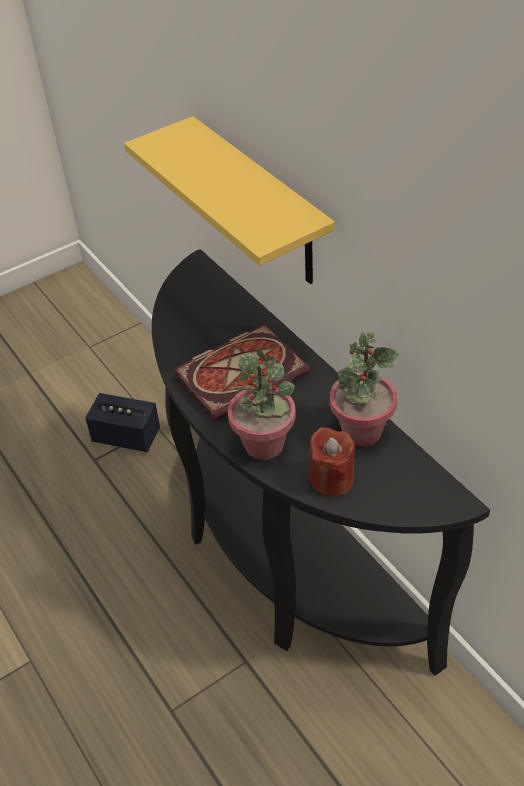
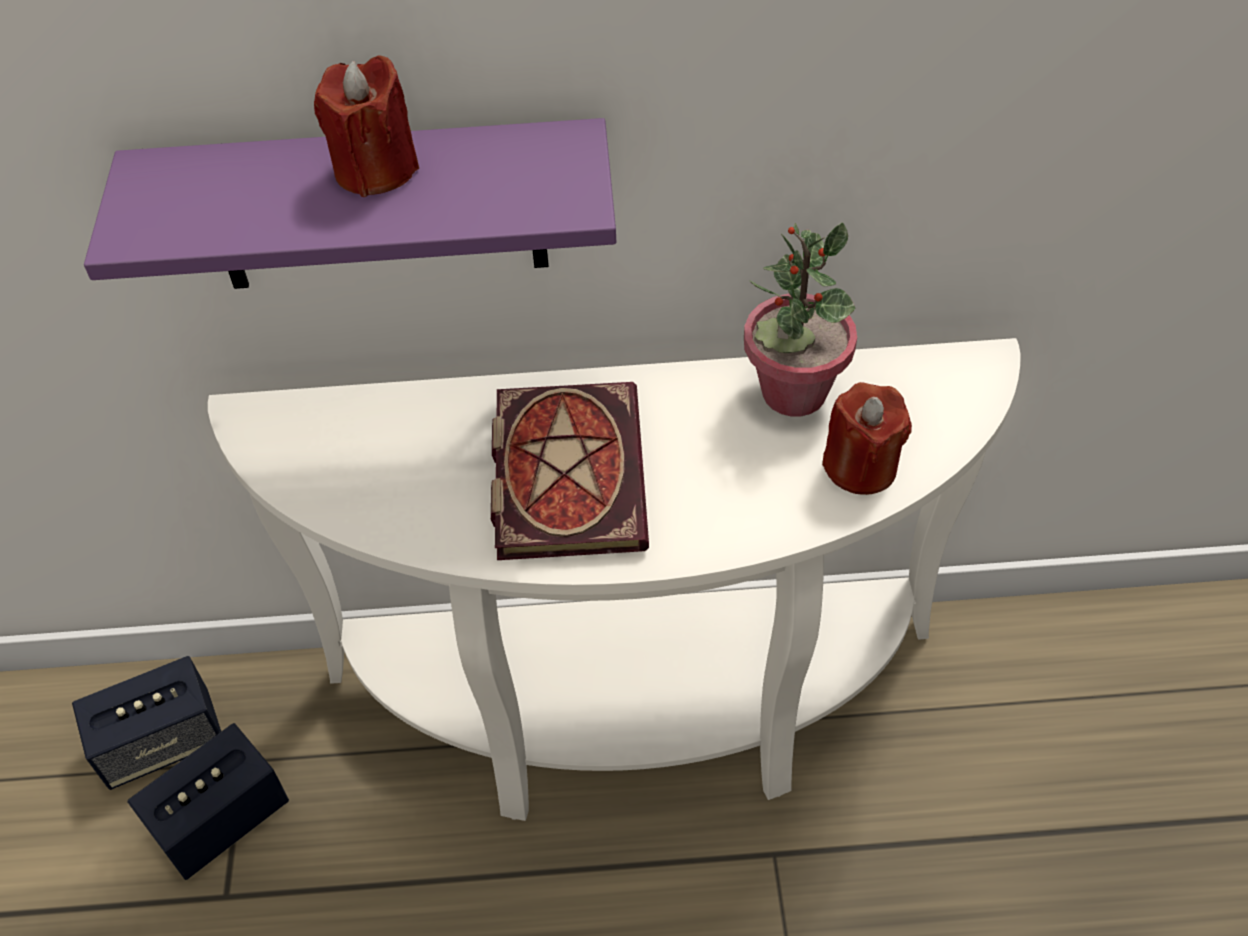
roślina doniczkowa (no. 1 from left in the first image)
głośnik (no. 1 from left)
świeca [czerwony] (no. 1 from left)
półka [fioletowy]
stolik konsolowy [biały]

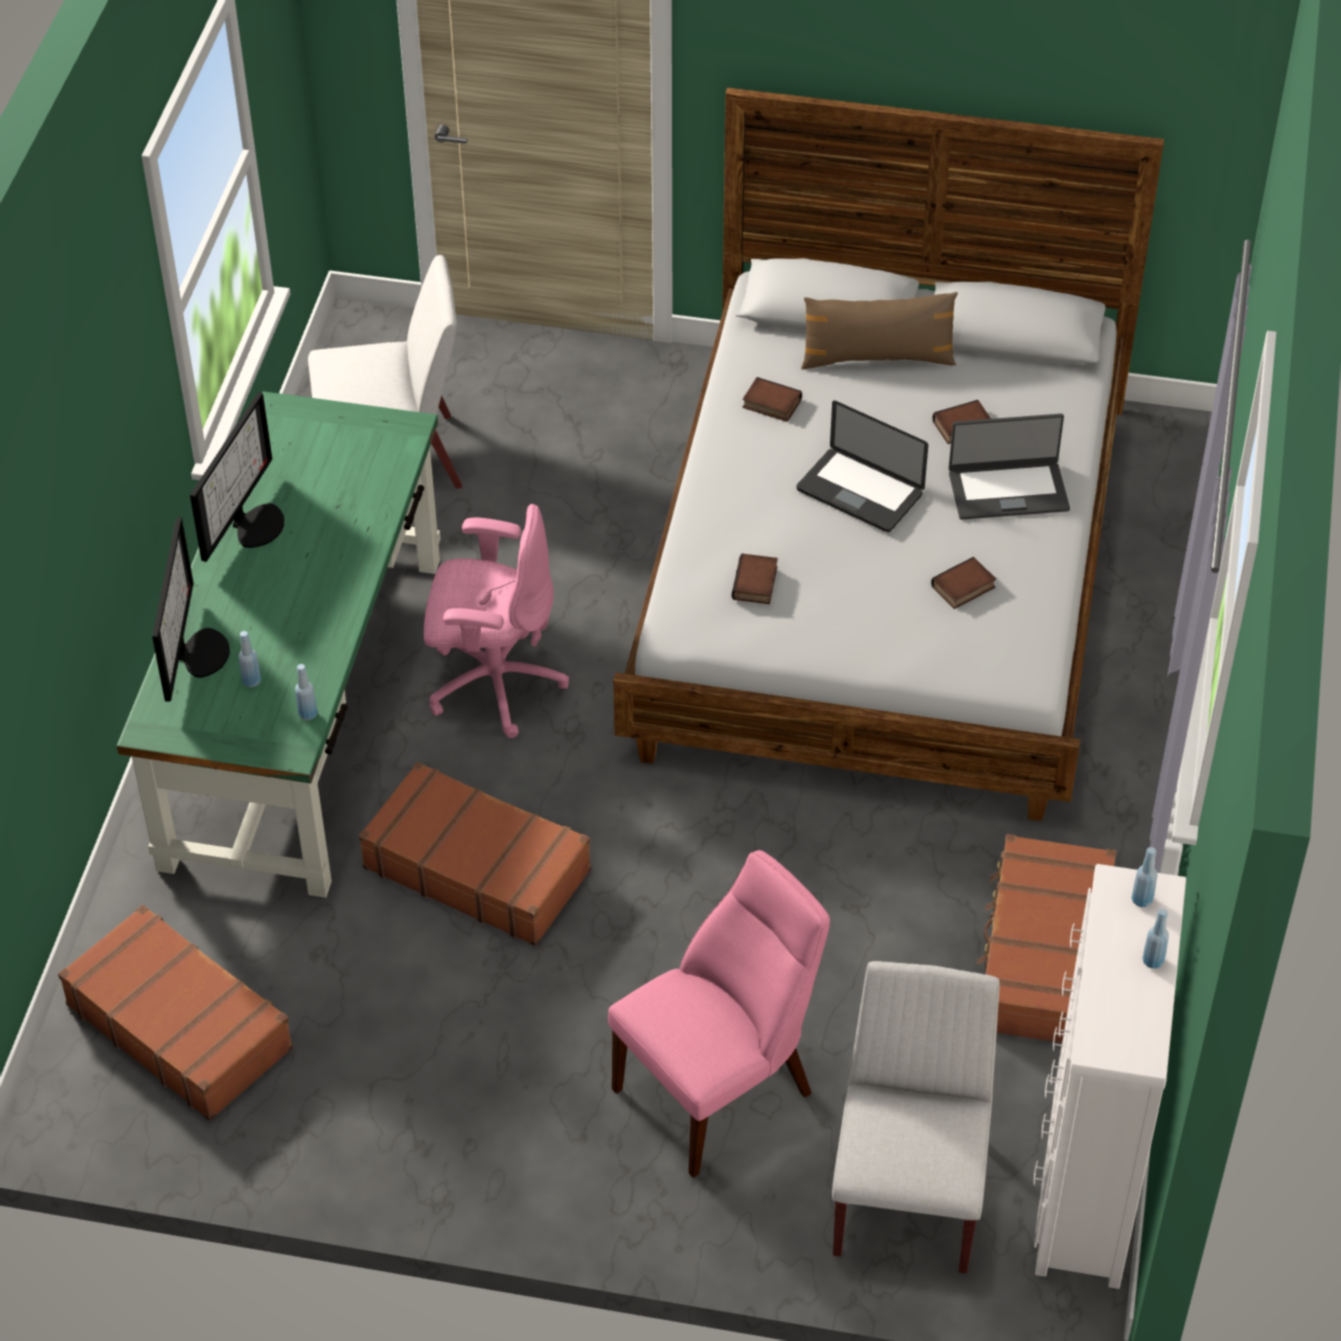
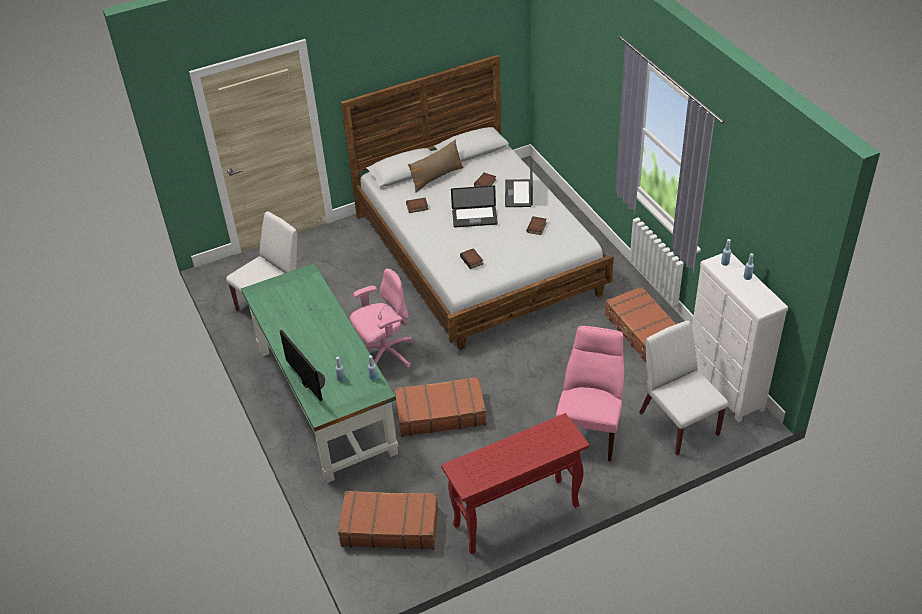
monitor (no. 2 from left in the first image)
stolik konsolowy [czerwony]
laptop (no. 2 from left)

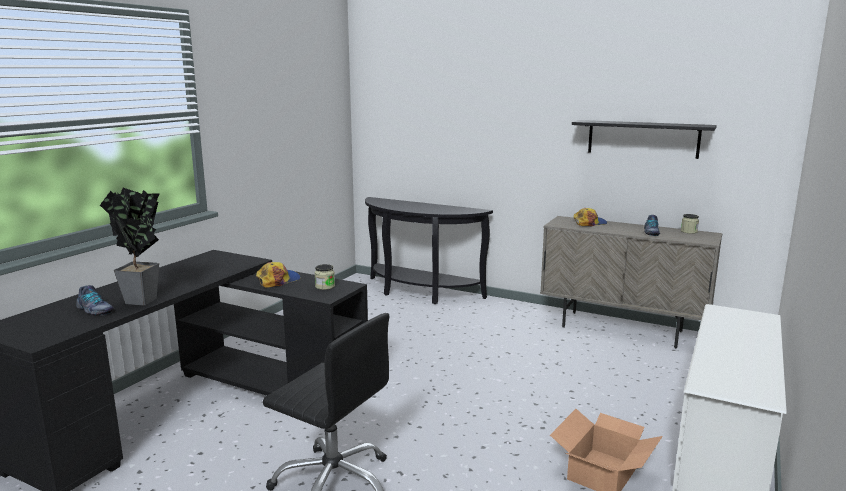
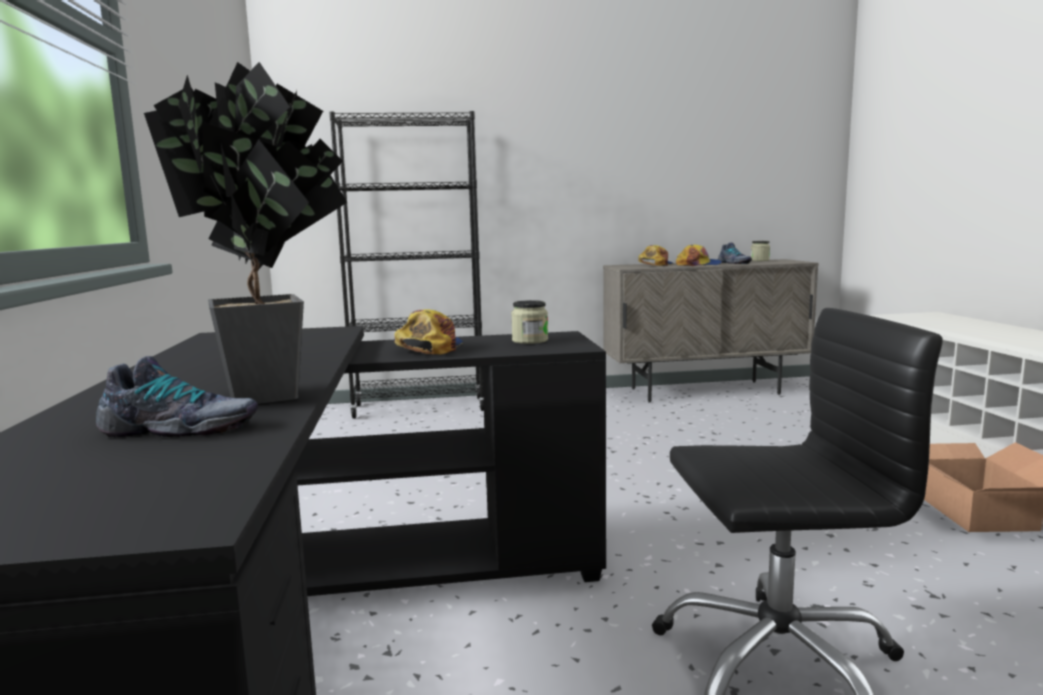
półka [czarny]
czapka z daszkiem (no. 3 from left)
regał [czarny]

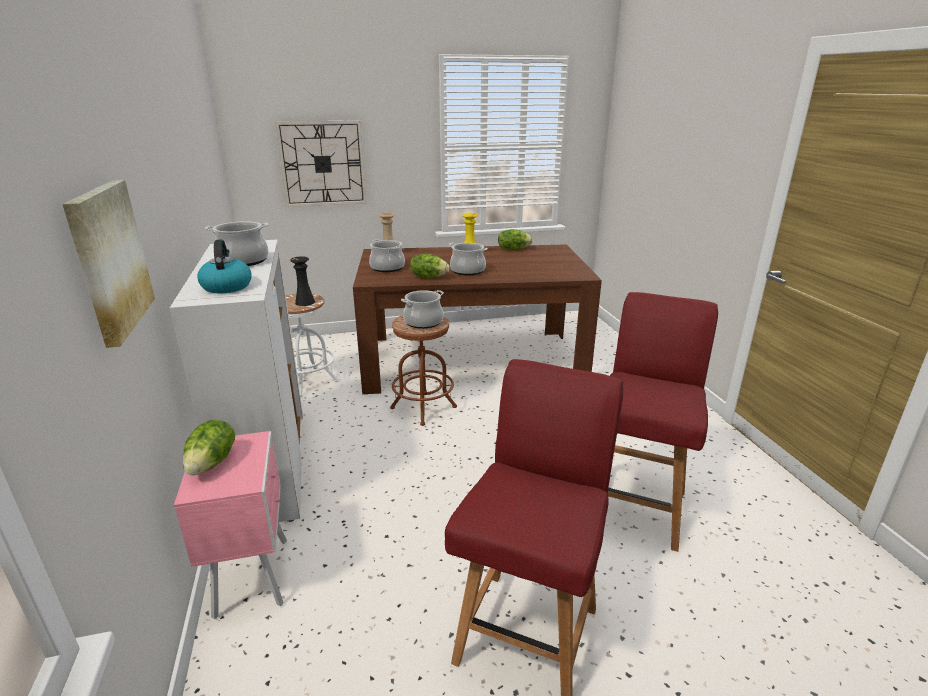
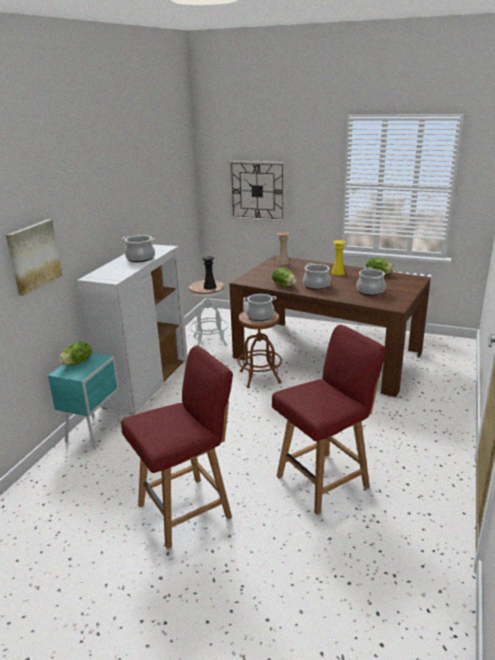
czajnik
garnek (no. 4 from left)
szafka nocna [turkusowy]

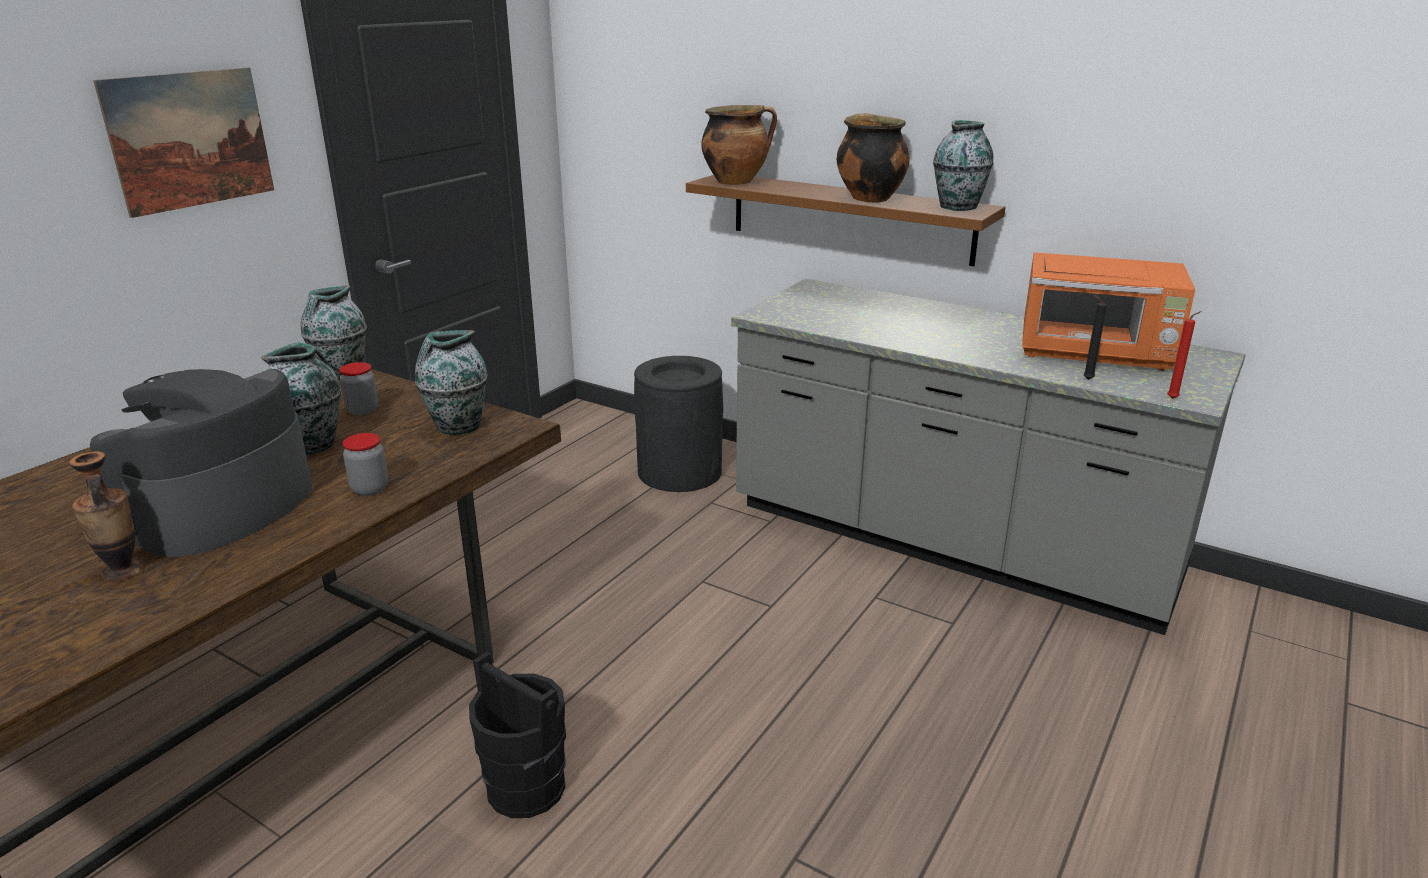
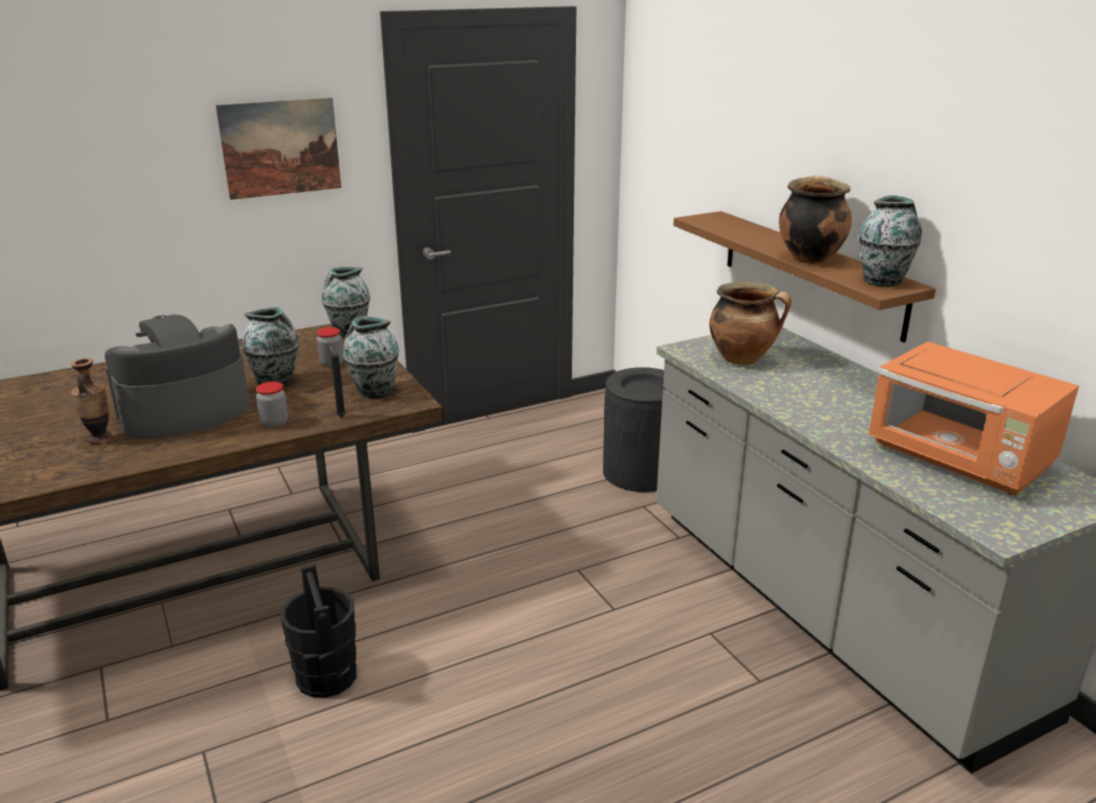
świeca [czerwony]
garnek (no. 1 from left)
świeca [czarny]

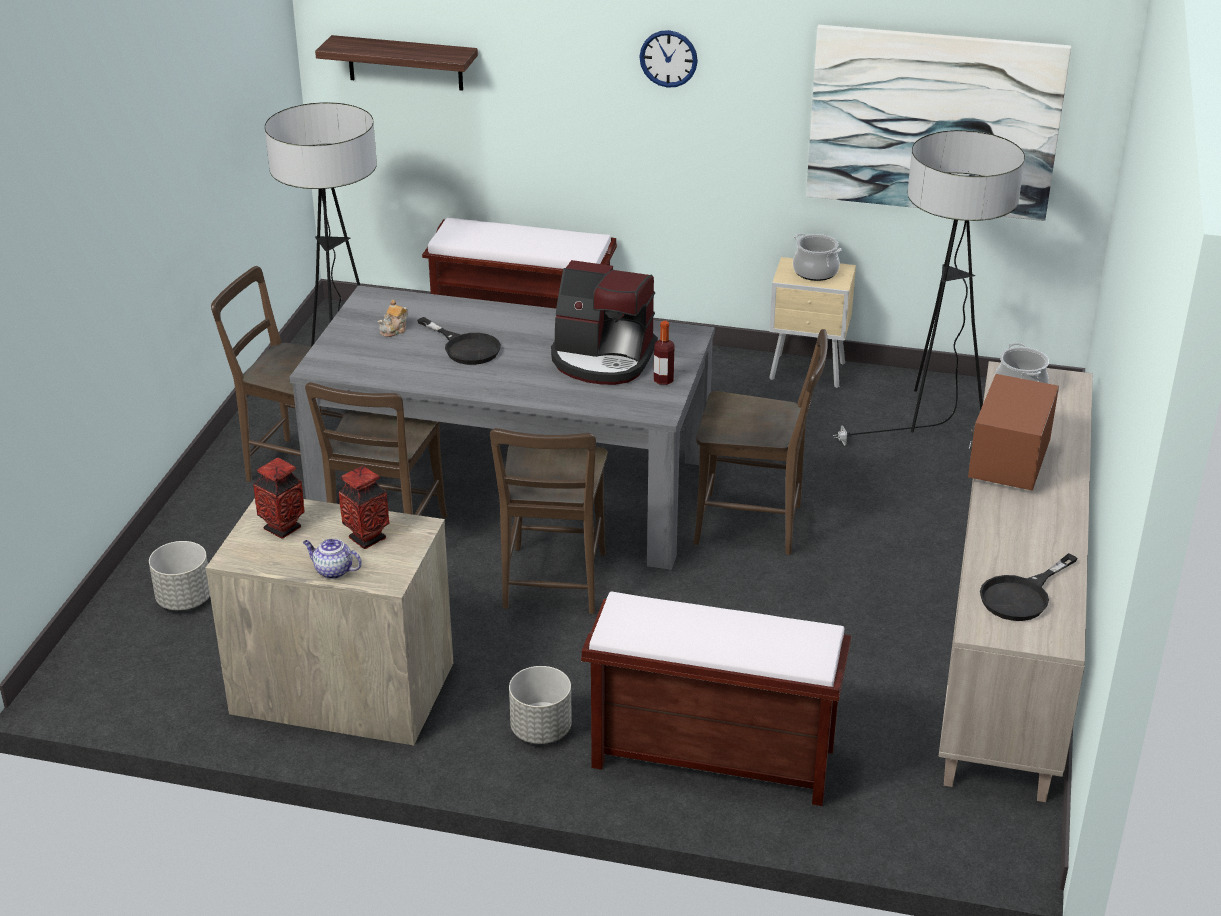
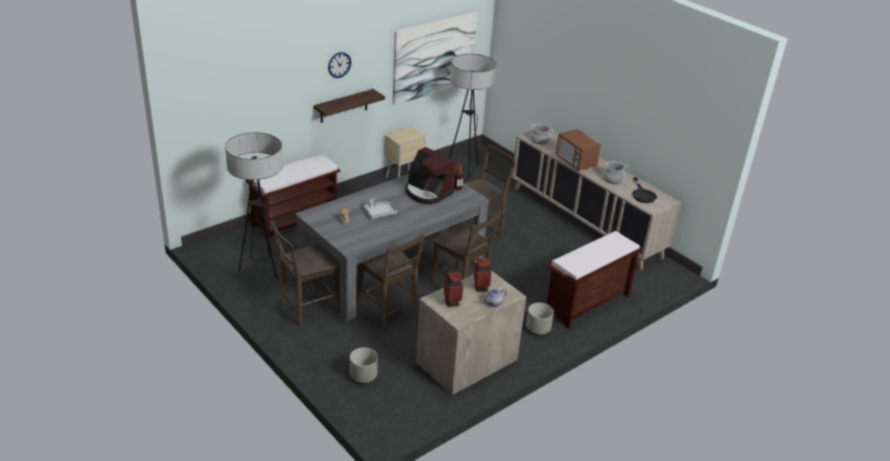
półka
garnek (no. 2 from left)
taca [szary]
ekspres do kawy

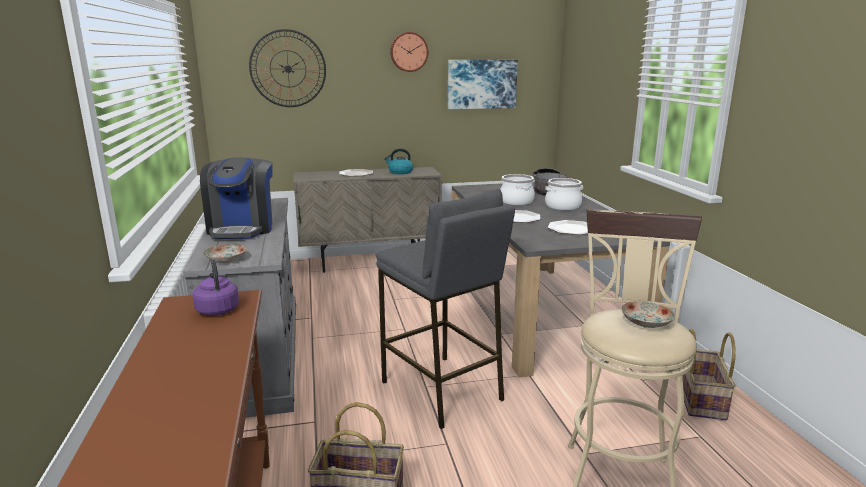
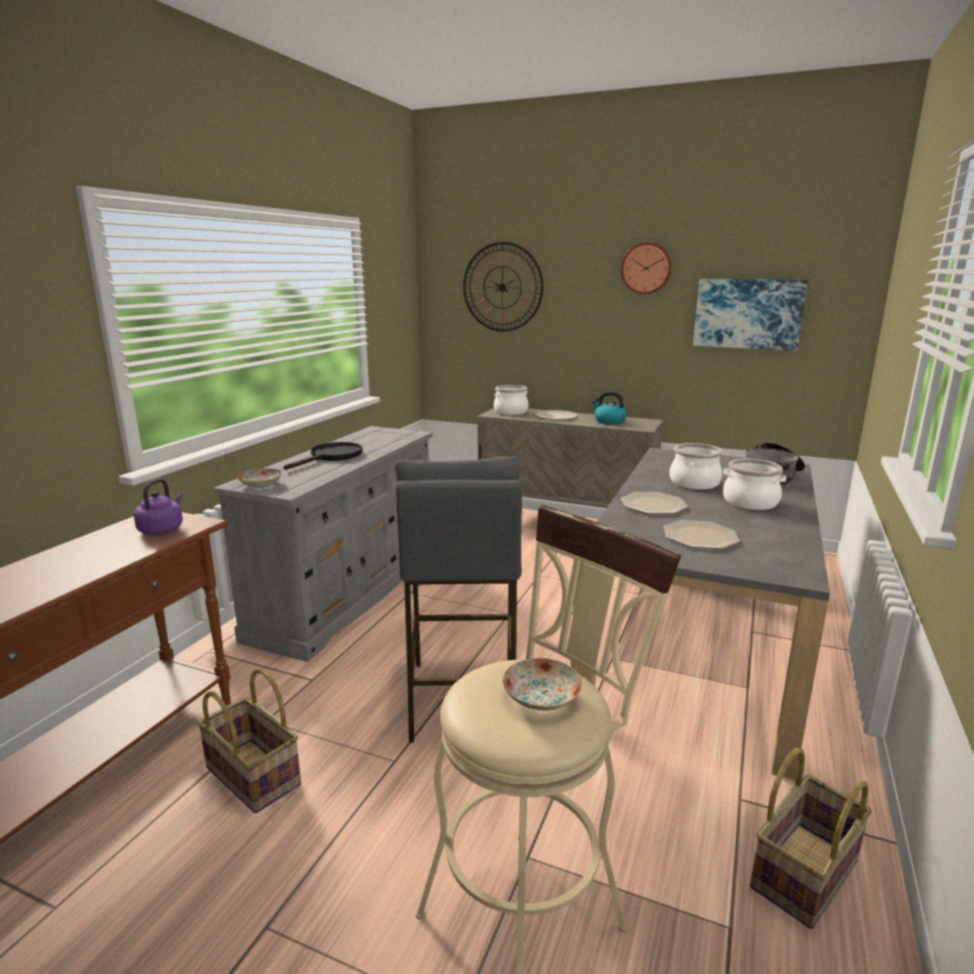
garnek (no. 1 from left)
patelnia [czarny]

